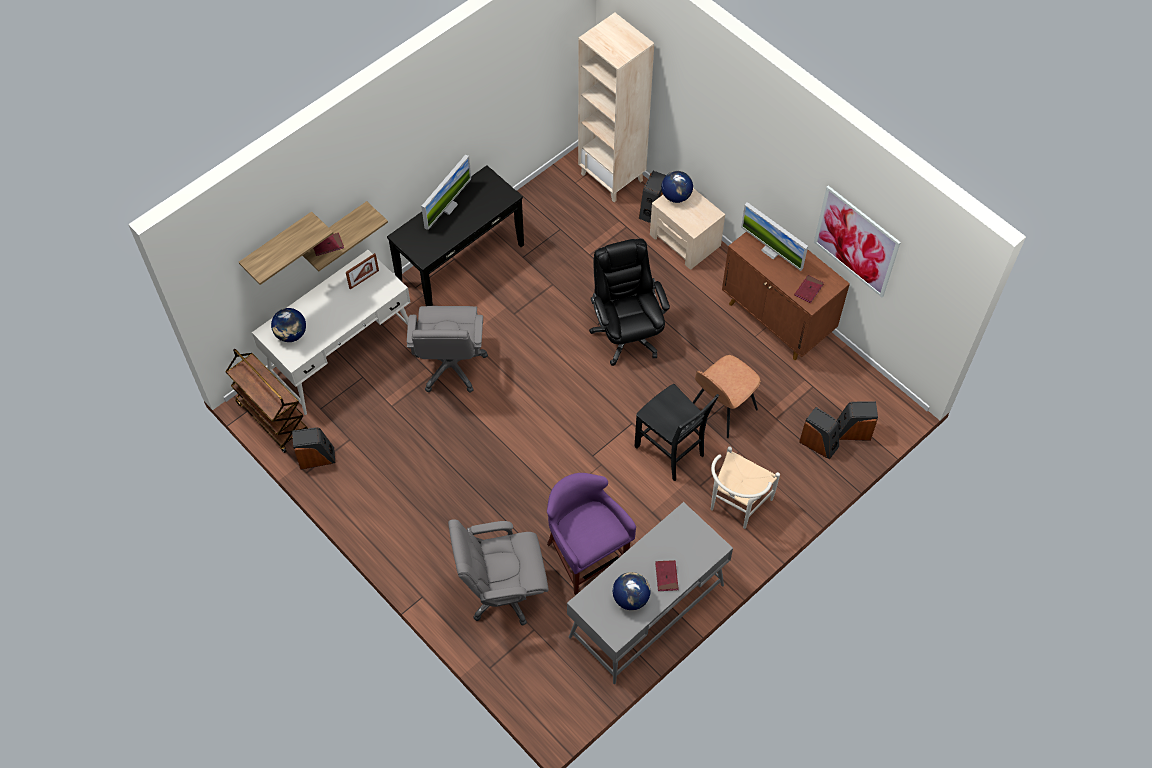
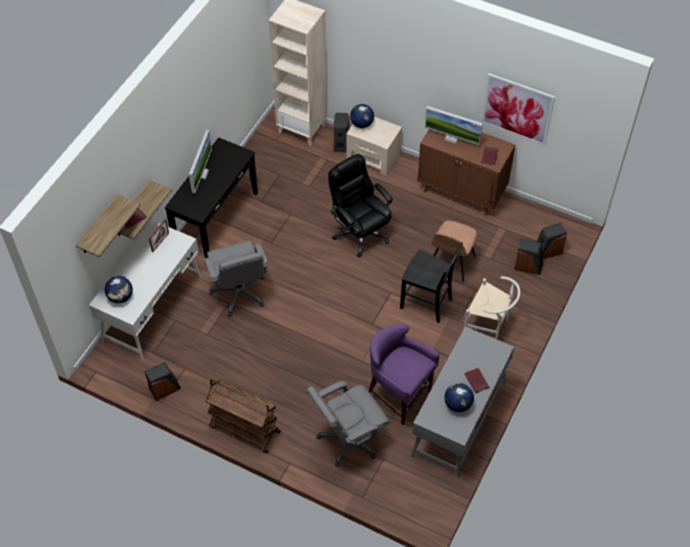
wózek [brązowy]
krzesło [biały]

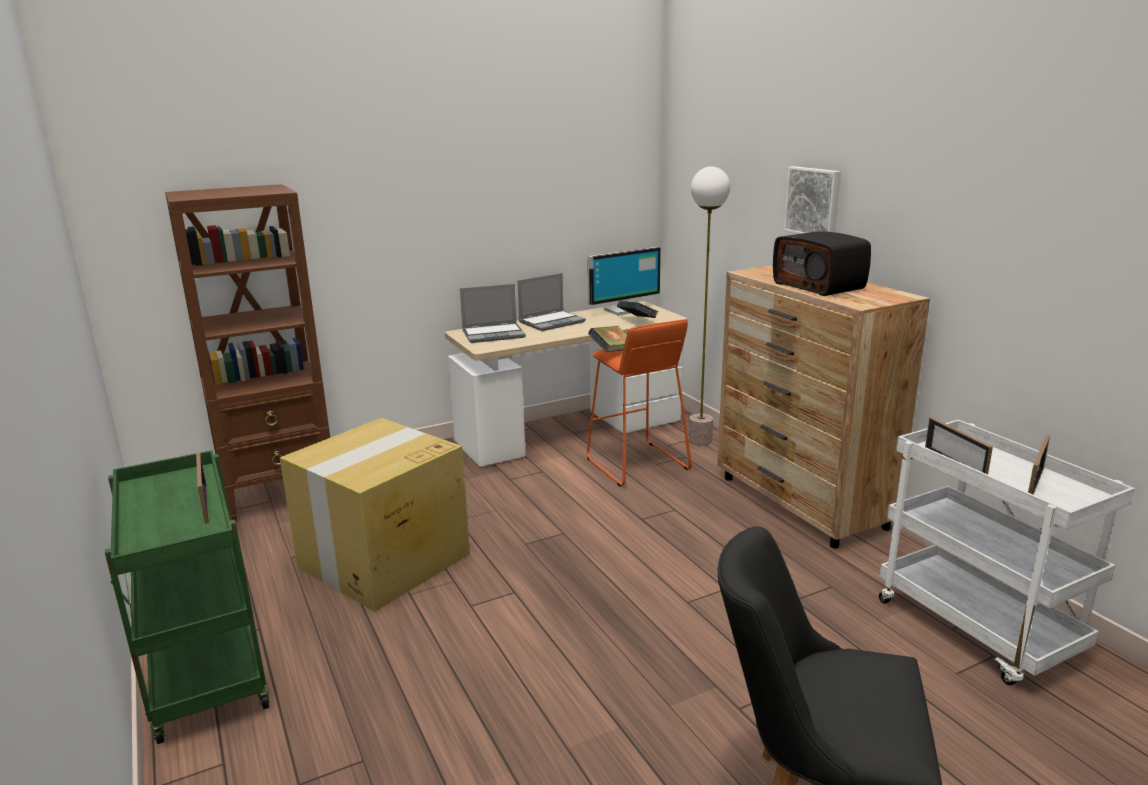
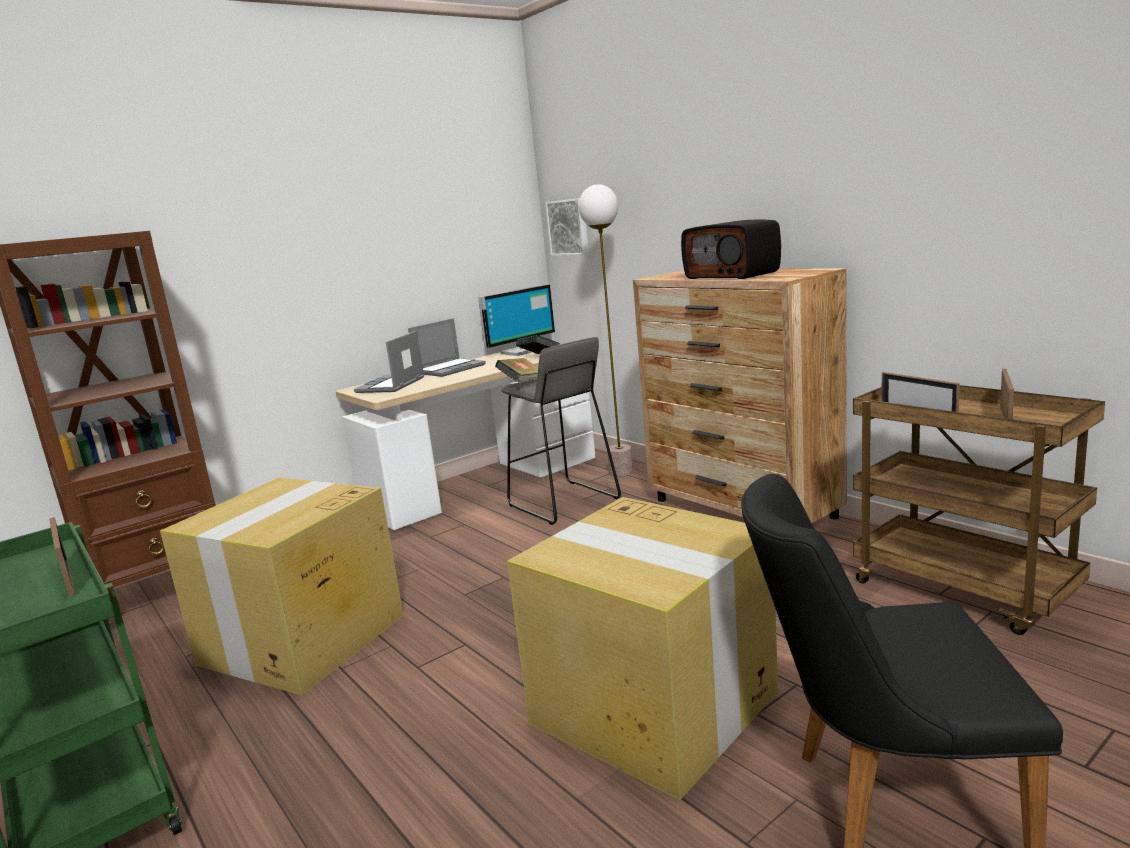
karton (no. 2 from left)
obraz
stołek [szary]
wózek [brązowy]
laptop (no. 1 from left)

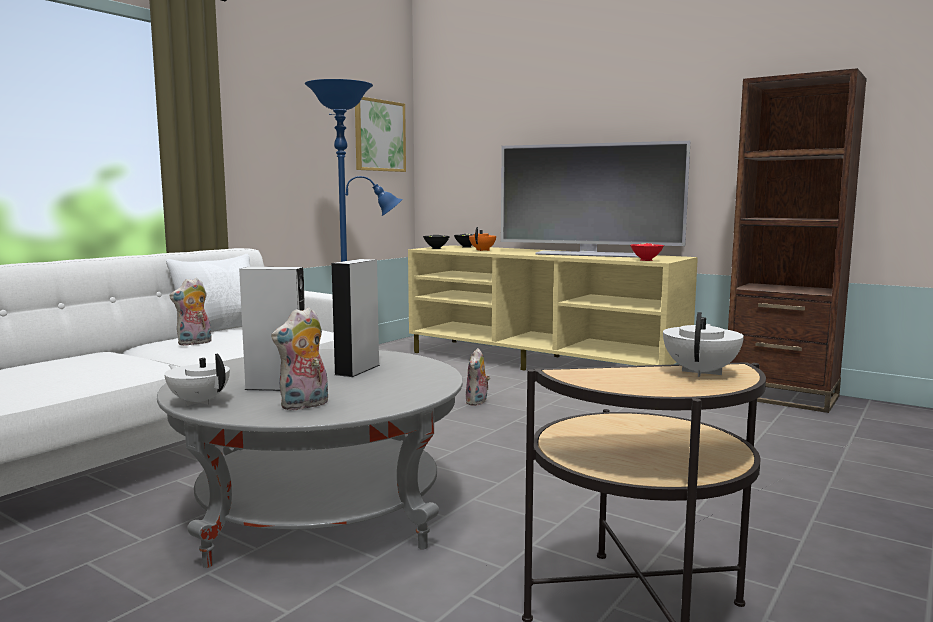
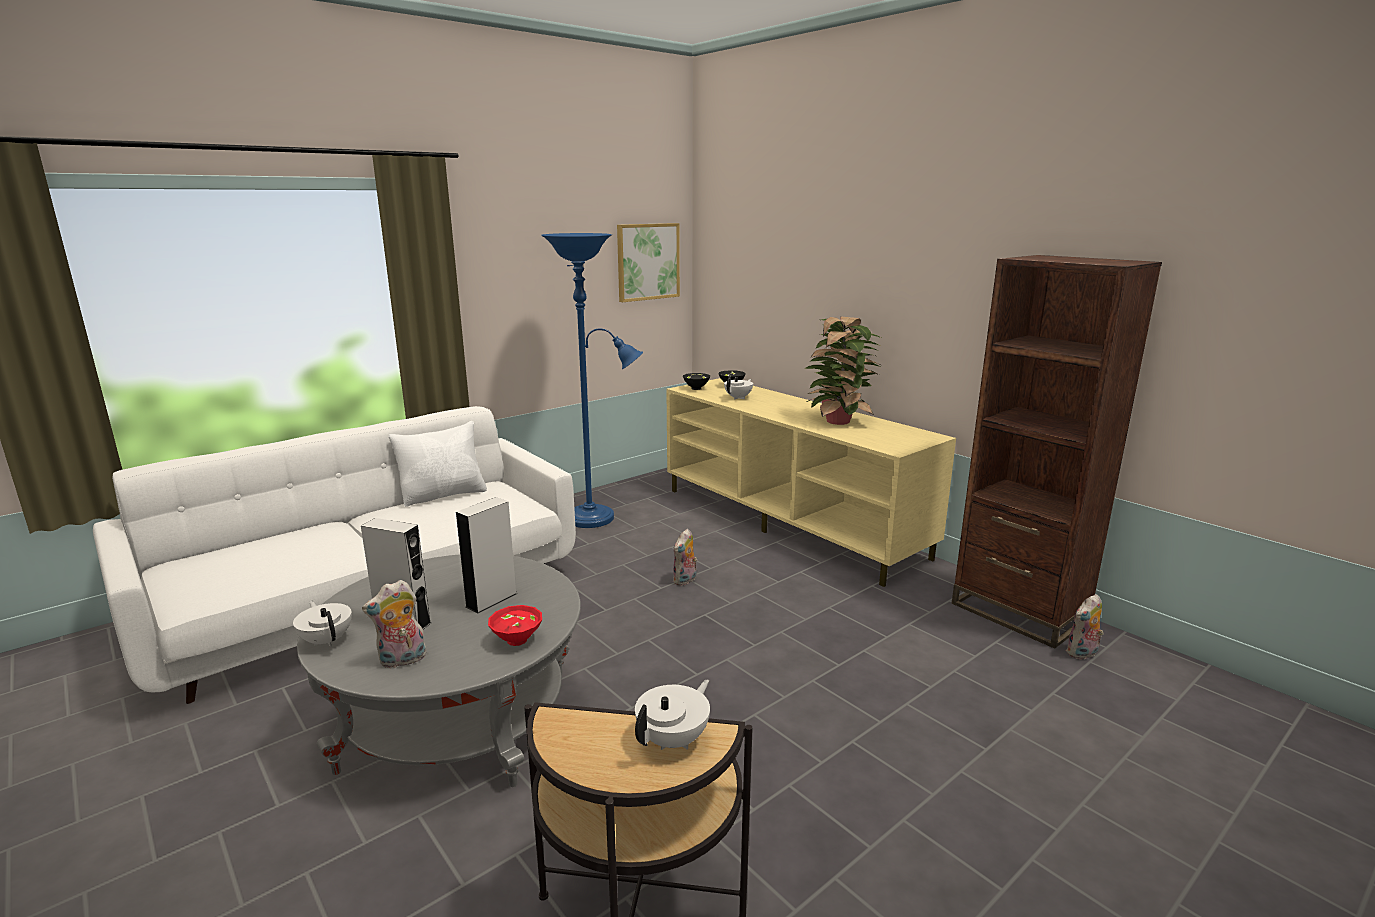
pluszak (no. 3 from left)
miska [czerwony]
roślina doniczkowa
imbryk [biały] (no. 3 from left)

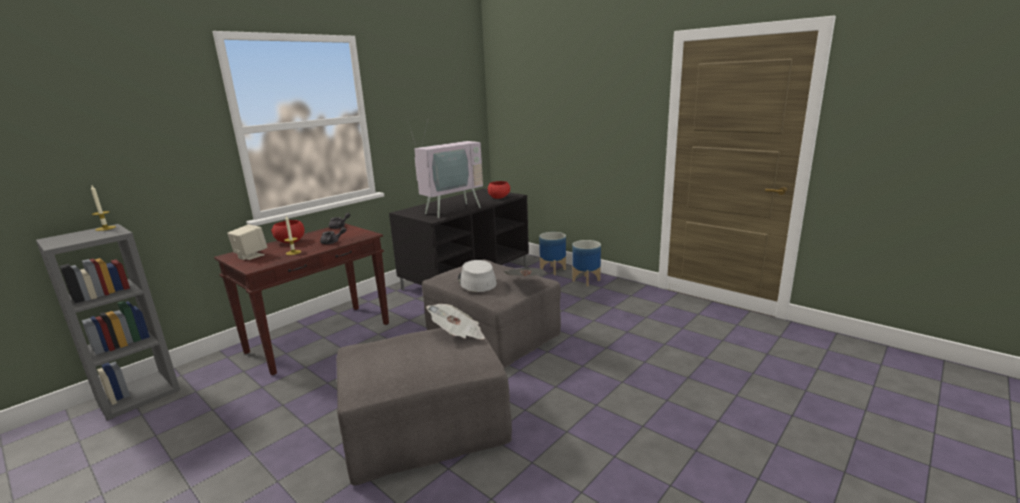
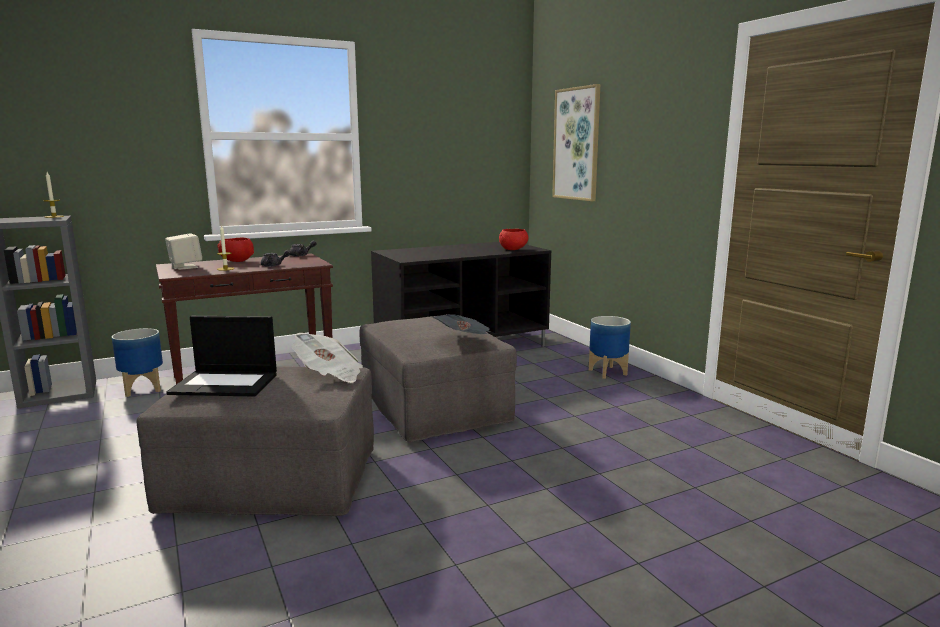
telewizor
kapelusz [szary]
laptop
obraz
donica (no. 1 from left)

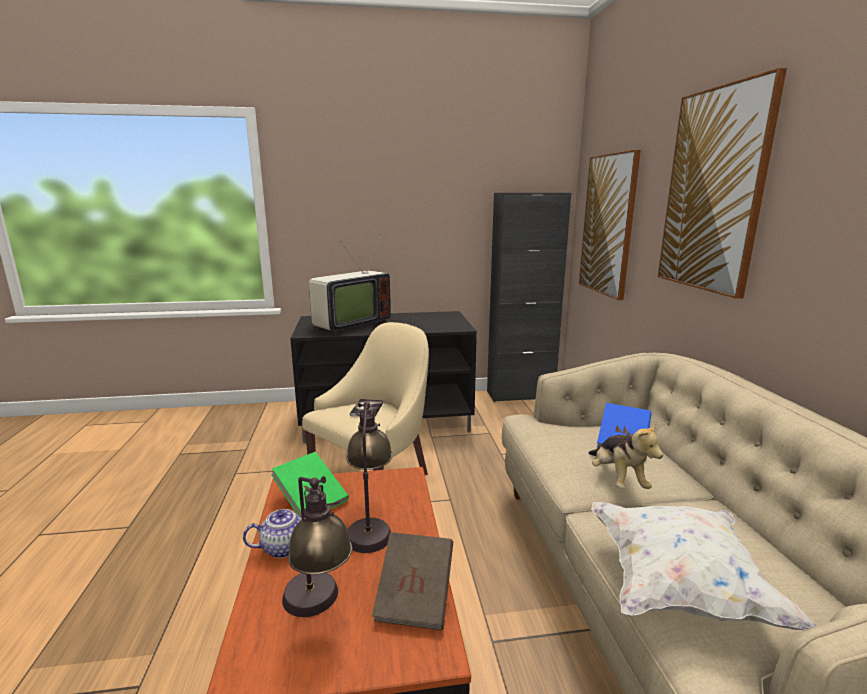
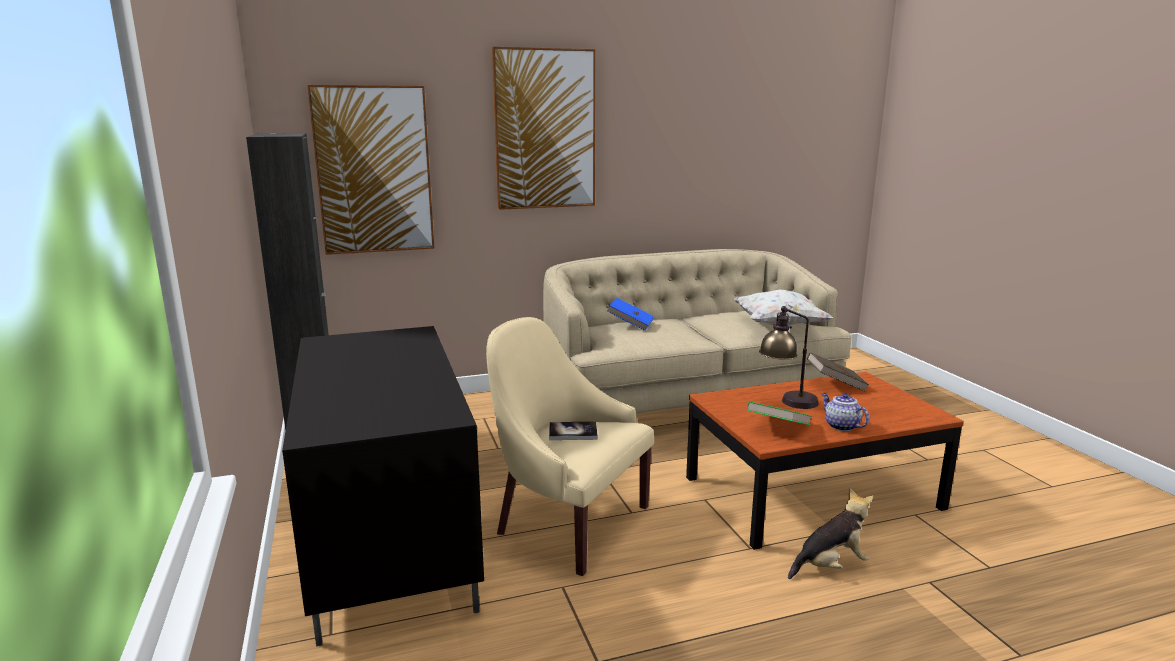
lampa stołowa (no. 1 from left in the first image)
telewizor
pluszak

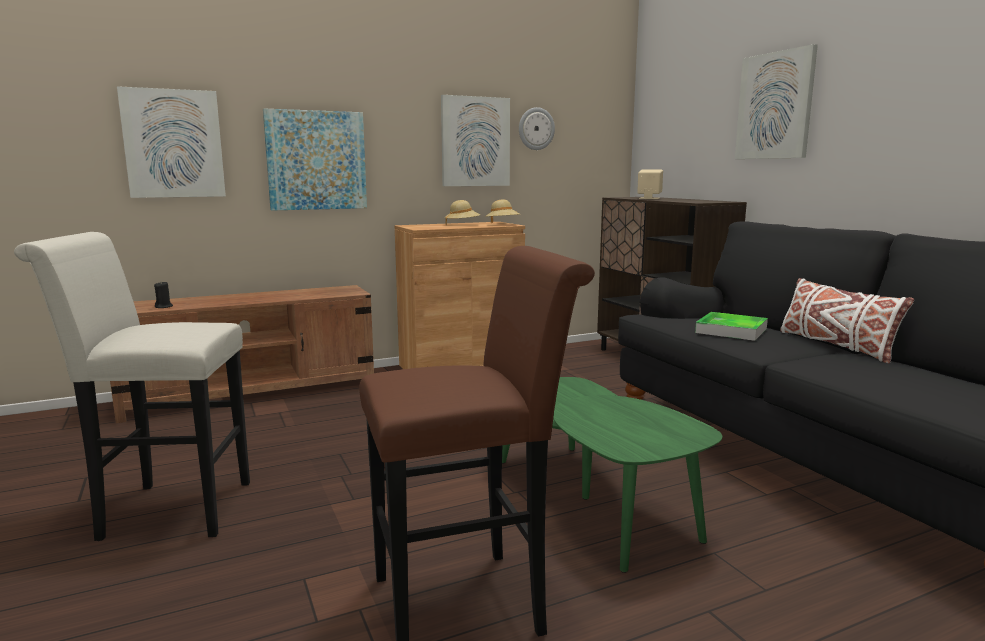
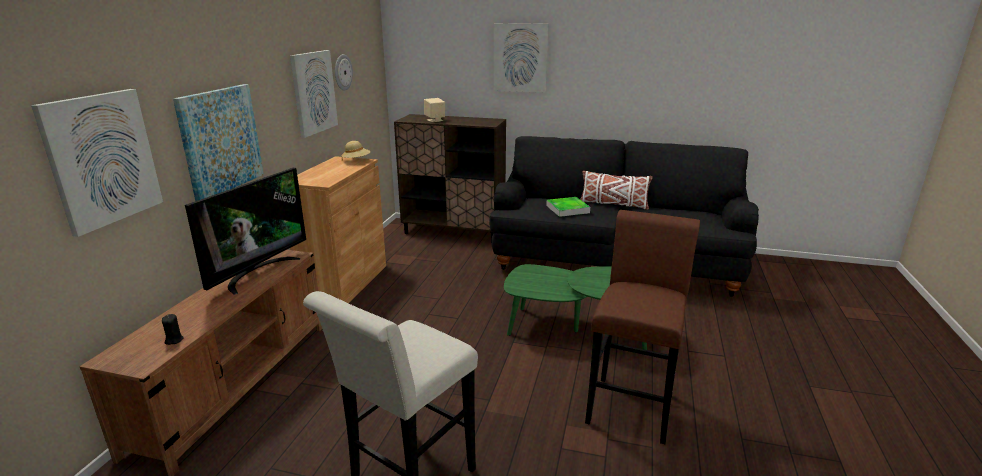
kapelusz [beżowy] (no. 1 from left in the first image)
telewizor

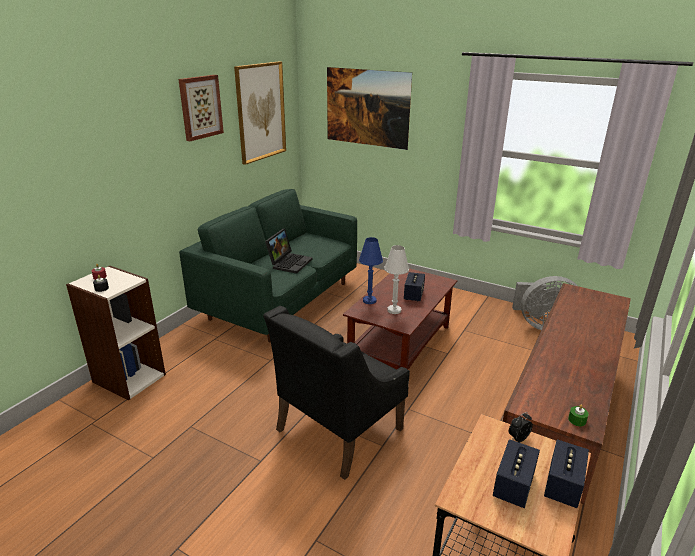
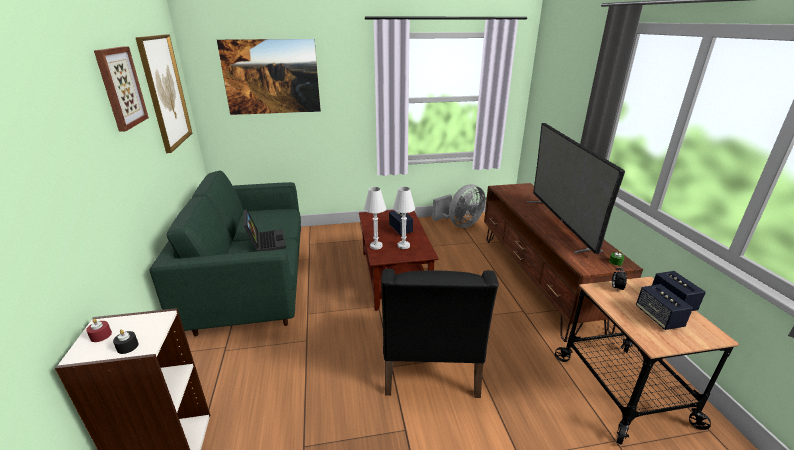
telewizor
lampa stołowa [biały] (no. 1 from left)

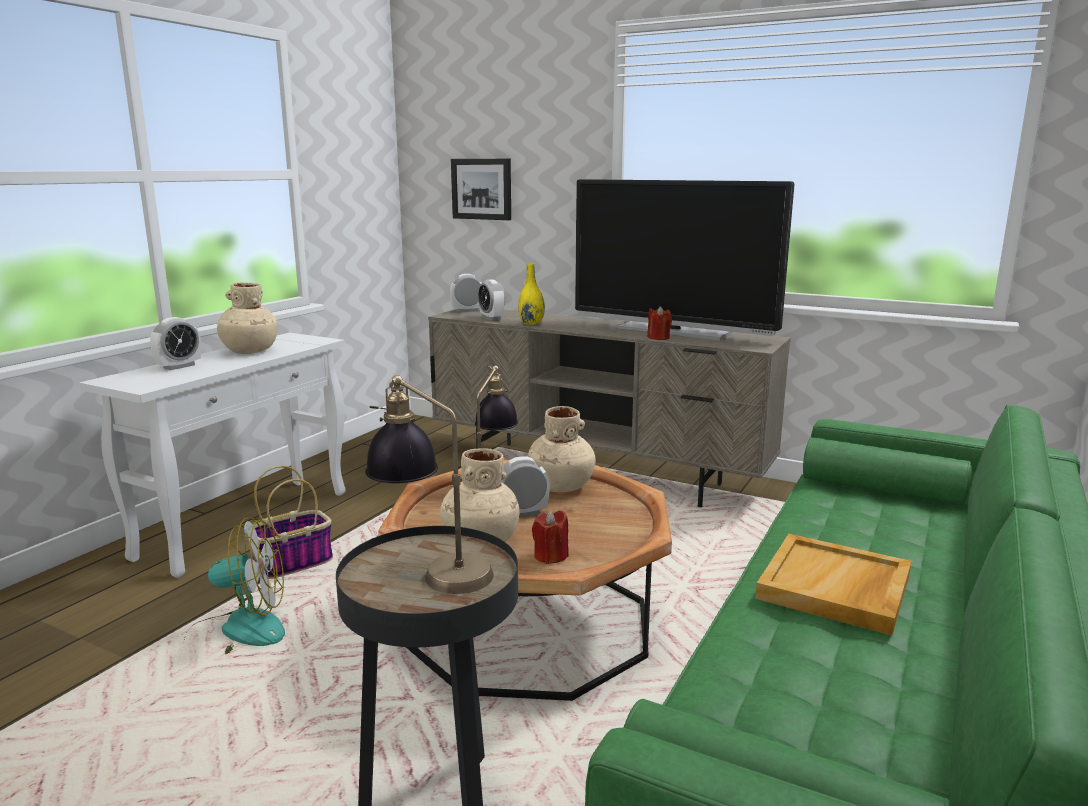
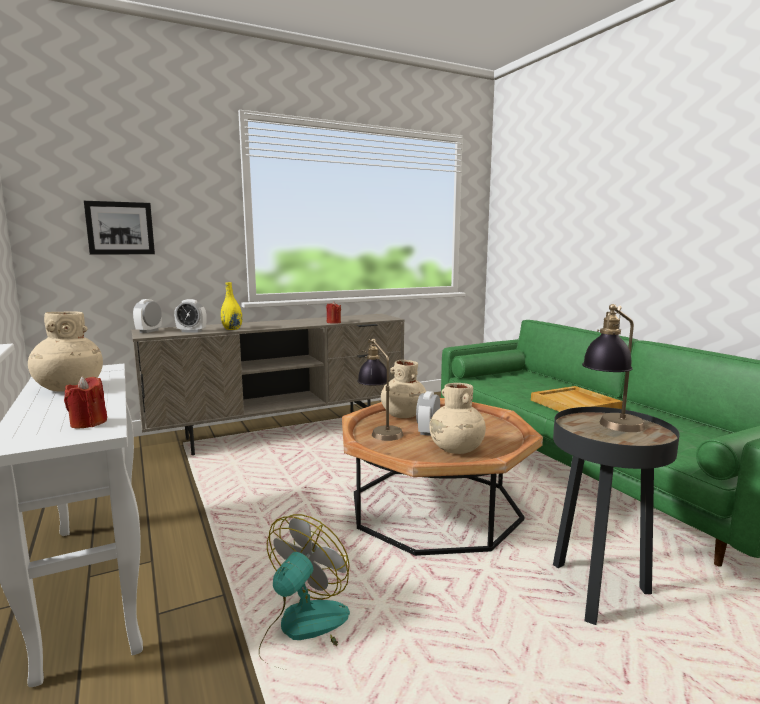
budzik (no. 1 from left in the first image)
koszyk
telewizor
świeca [czerwony] (no. 1 from left)

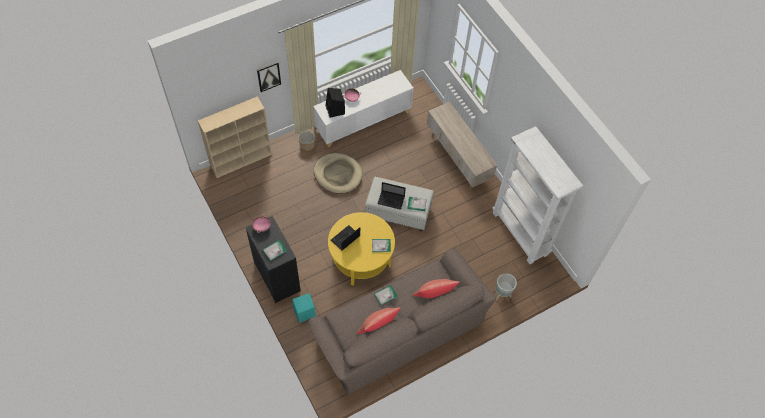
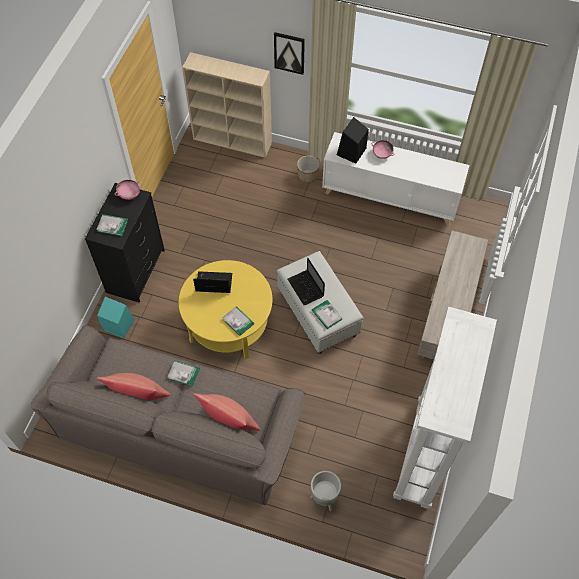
legowisko [beżowy]

